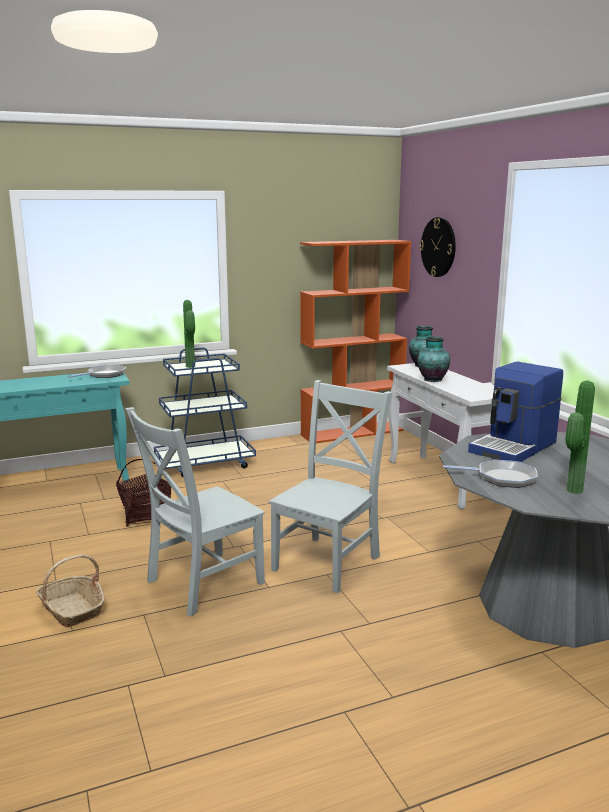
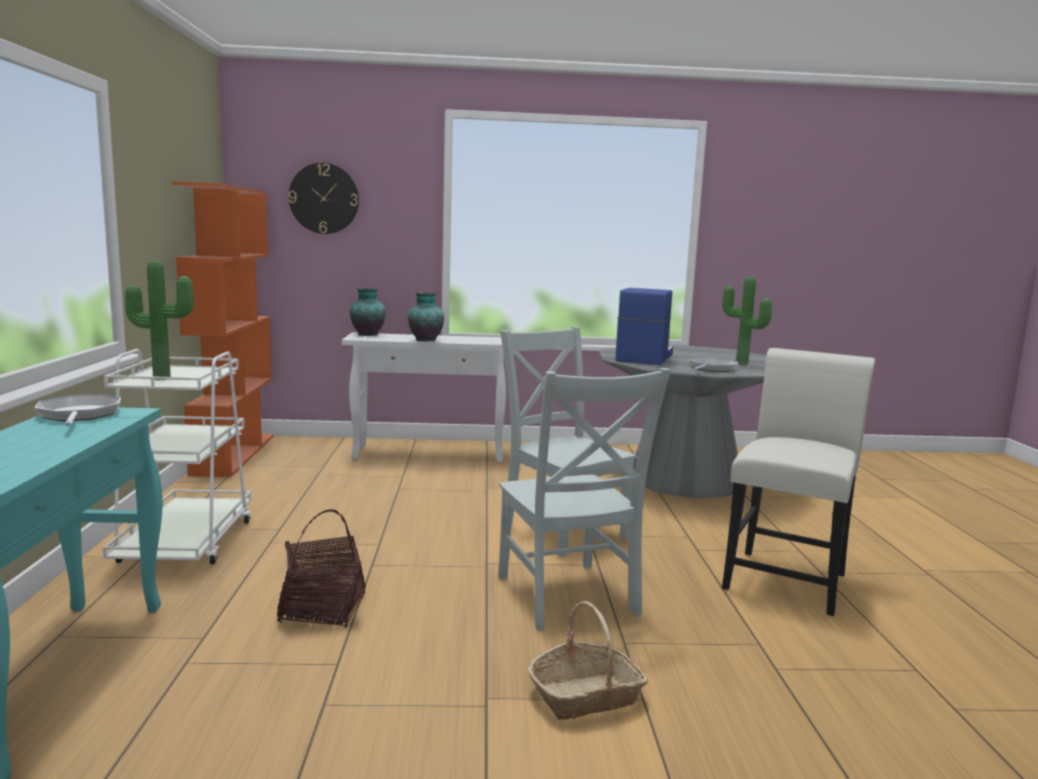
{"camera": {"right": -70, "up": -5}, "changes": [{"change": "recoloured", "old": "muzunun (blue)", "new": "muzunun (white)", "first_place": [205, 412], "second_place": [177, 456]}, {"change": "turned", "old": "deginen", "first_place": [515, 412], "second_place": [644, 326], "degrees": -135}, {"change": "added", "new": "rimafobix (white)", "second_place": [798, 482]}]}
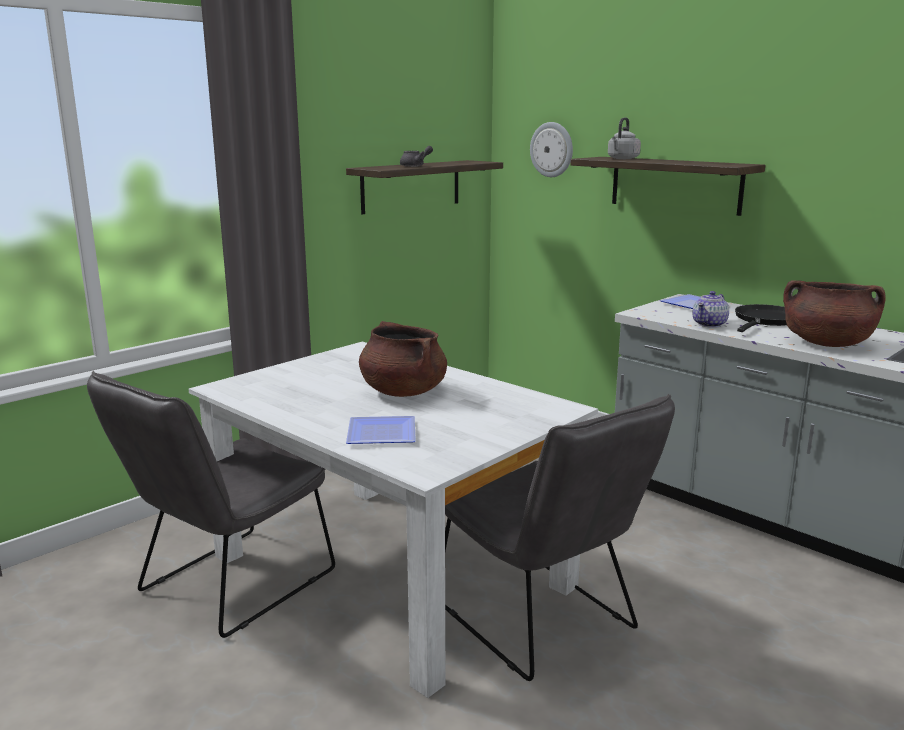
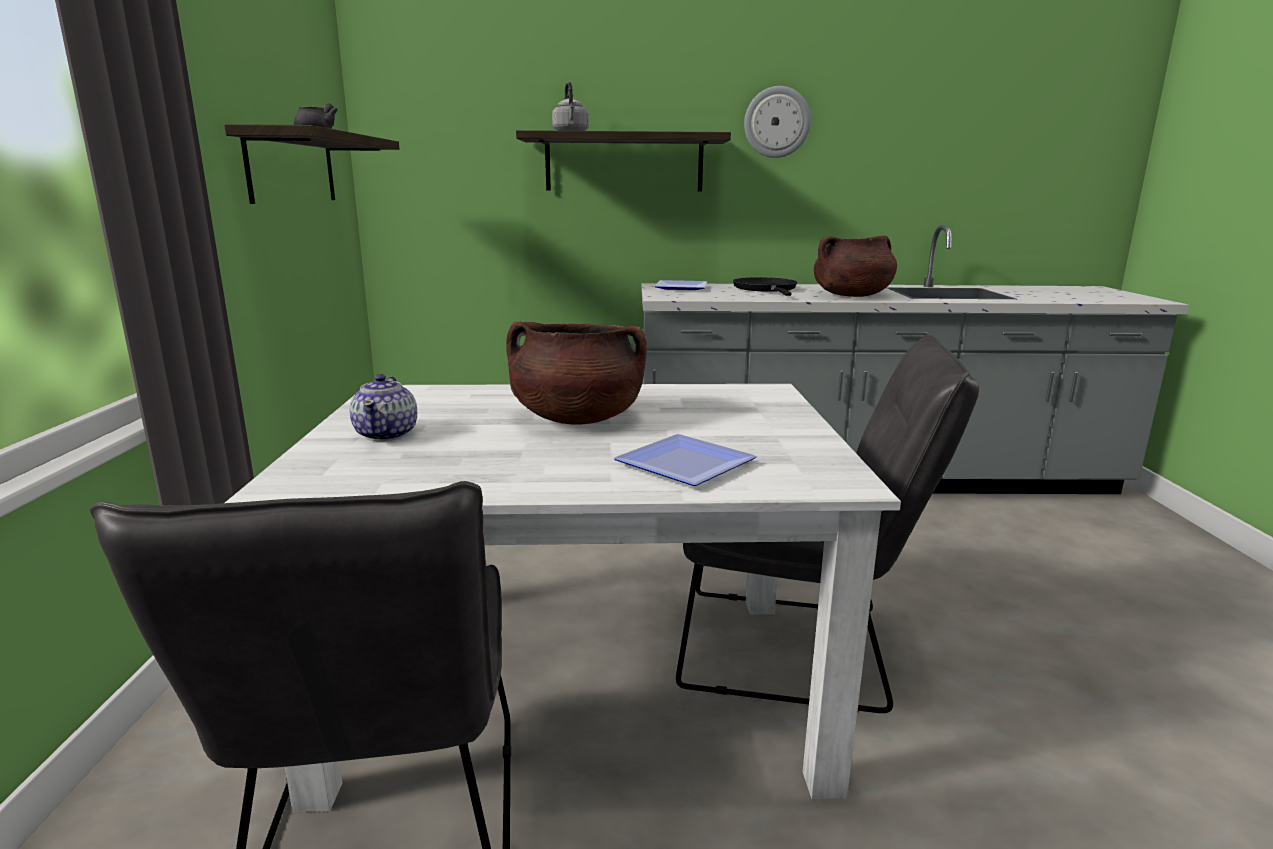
{"camera": {"right": -45, "up": 0}, "changes": [{"change": "moved", "old": "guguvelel", "first_place": [551, 149], "second_place": [777, 122]}, {"change": "moved", "old": "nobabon", "first_place": [710, 309], "second_place": [383, 407]}]}
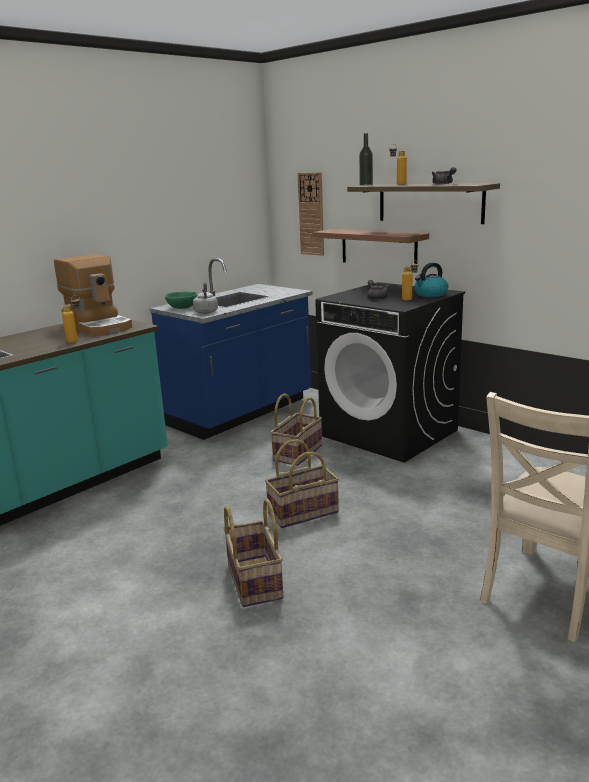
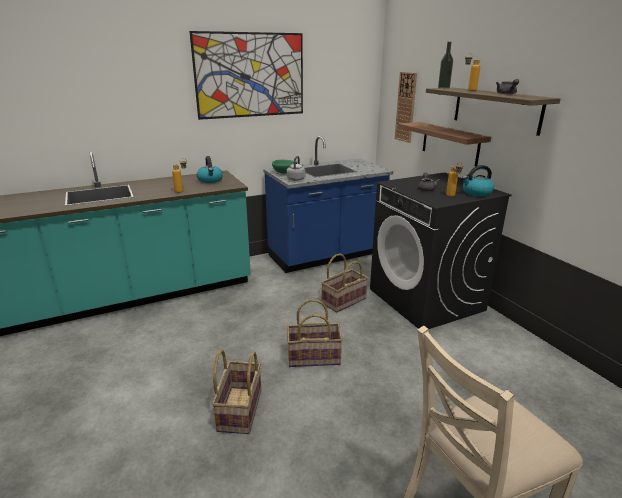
{"camera": {"right": 20, "up": 5}, "changes": [{"change": "replaced", "old": "deginen", "new": "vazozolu", "first_place": [93, 295], "second_place": [210, 169]}, {"change": "added", "new": "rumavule", "second_place": [246, 75]}]}
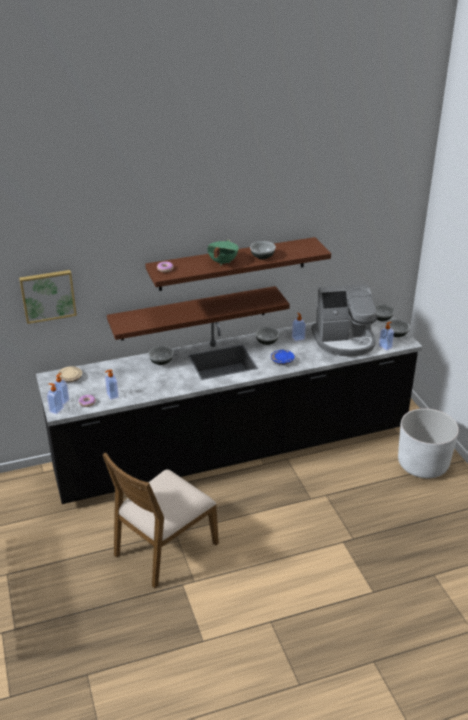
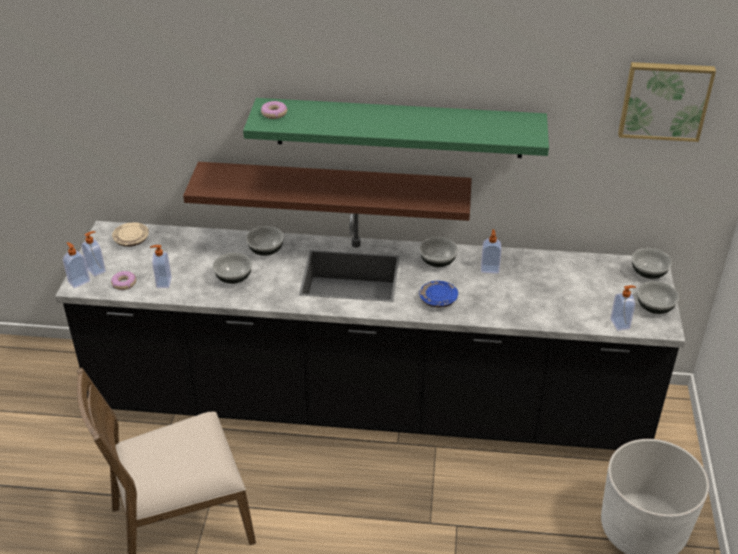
{"camera": {"right": 25, "up": 5}, "changes": [{"change": "recoloured", "old": "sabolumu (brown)", "new": "sabolumu (green)", "first_place": [238, 264], "second_place": [396, 128]}, {"change": "removed", "old": "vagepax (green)", "first_place": [223, 252]}, {"change": "moved", "old": "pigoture", "first_place": [263, 250], "second_place": [232, 268]}, {"change": "moved", "old": "rumavule", "first_place": [48, 297], "second_place": [667, 102]}, {"change": "removed", "old": "deginen", "first_place": [344, 320]}]}
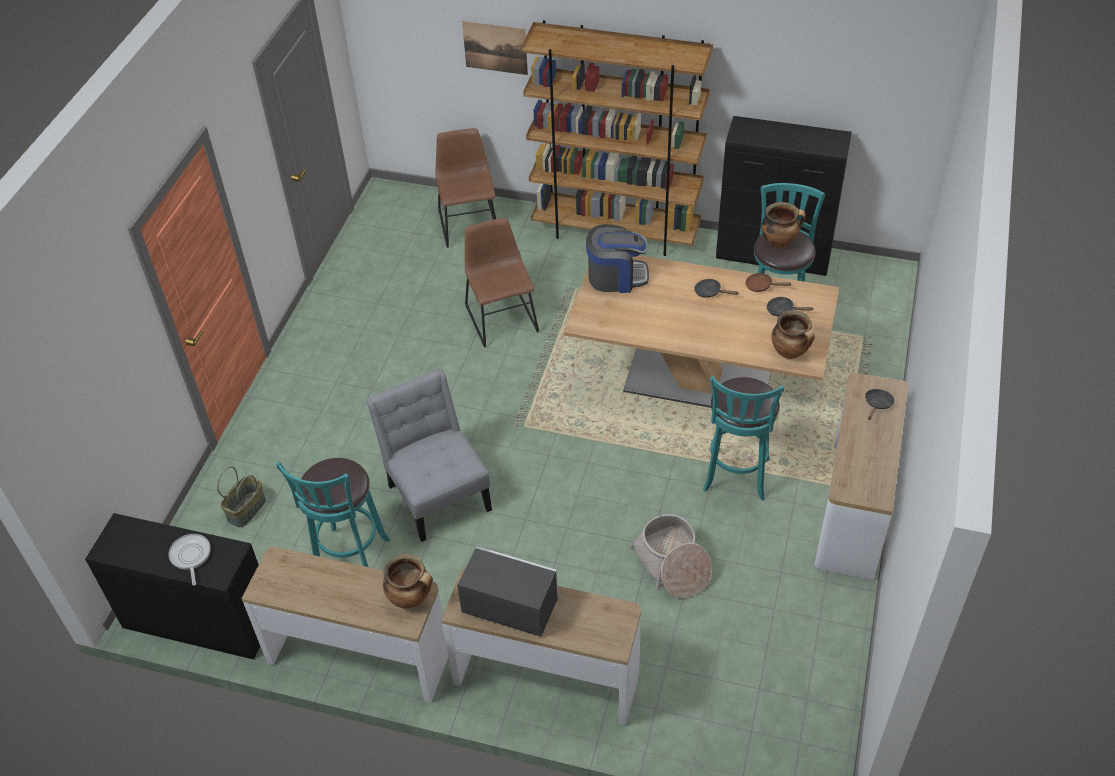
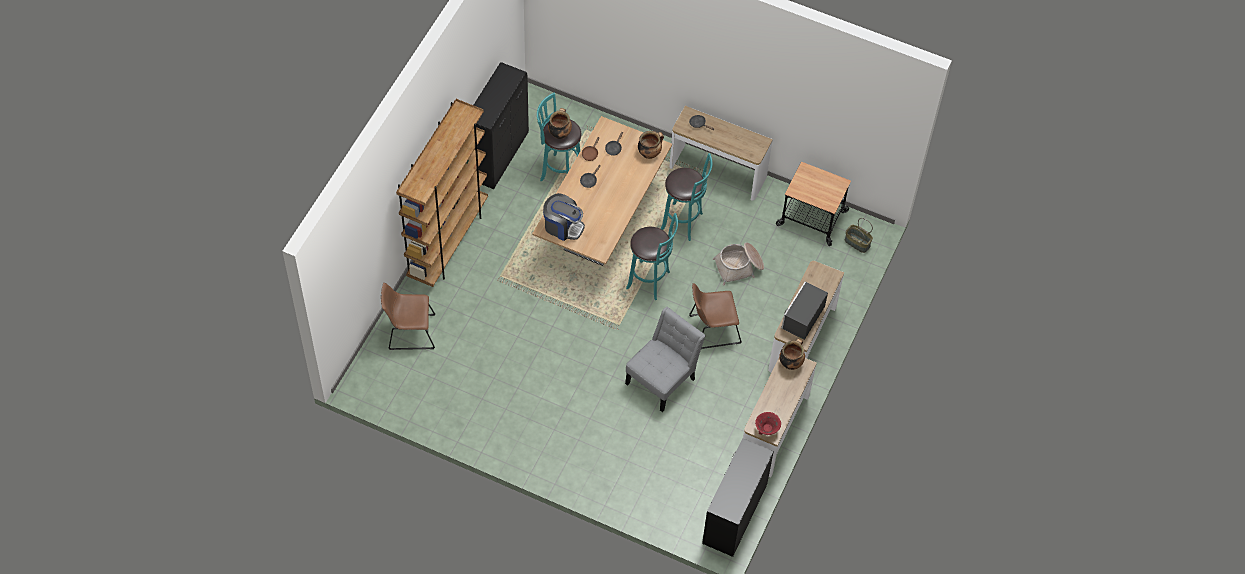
{"camera": {"right": -85, "up": 10}, "changes": [{"change": "removed", "old": "rumavule", "first_place": [495, 48]}, {"change": "moved", "old": "rimafobix (brown)", "first_place": [502, 282], "second_place": [715, 316]}, {"change": "turned", "old": "deginen", "first_place": [617, 258], "second_place": [564, 217], "degrees": 105}, {"change": "turned", "old": "rimafobix (grey)", "first_place": [429, 455], "second_place": [665, 359], "degrees": 150}, {"change": "moved", "old": "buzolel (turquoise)", "first_place": [333, 512], "second_place": [652, 256]}, {"change": "moved", "old": "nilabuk", "first_place": [241, 496], "second_place": [859, 235]}, {"change": "removed", "old": "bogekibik", "first_place": [189, 560]}, {"change": "added", "new": "muzunun", "second_place": [813, 204]}, {"change": "added", "new": "pigoture (red)", "second_place": [768, 423]}]}
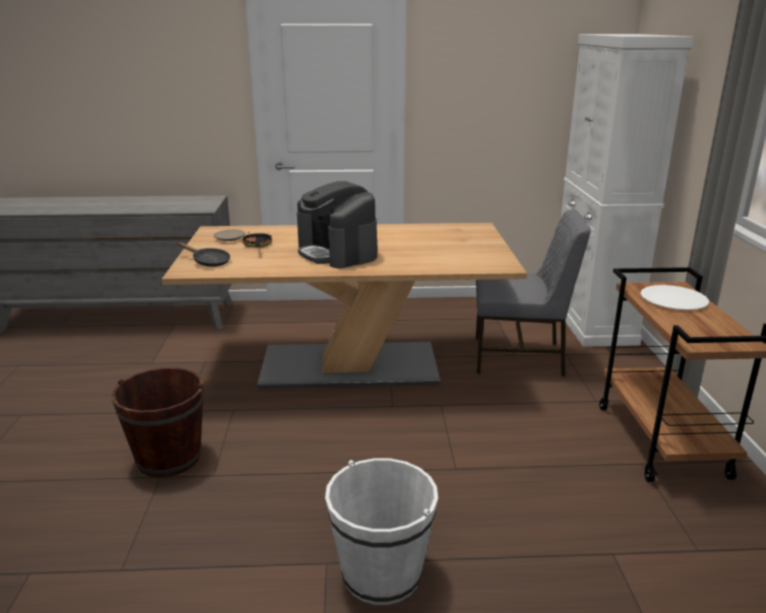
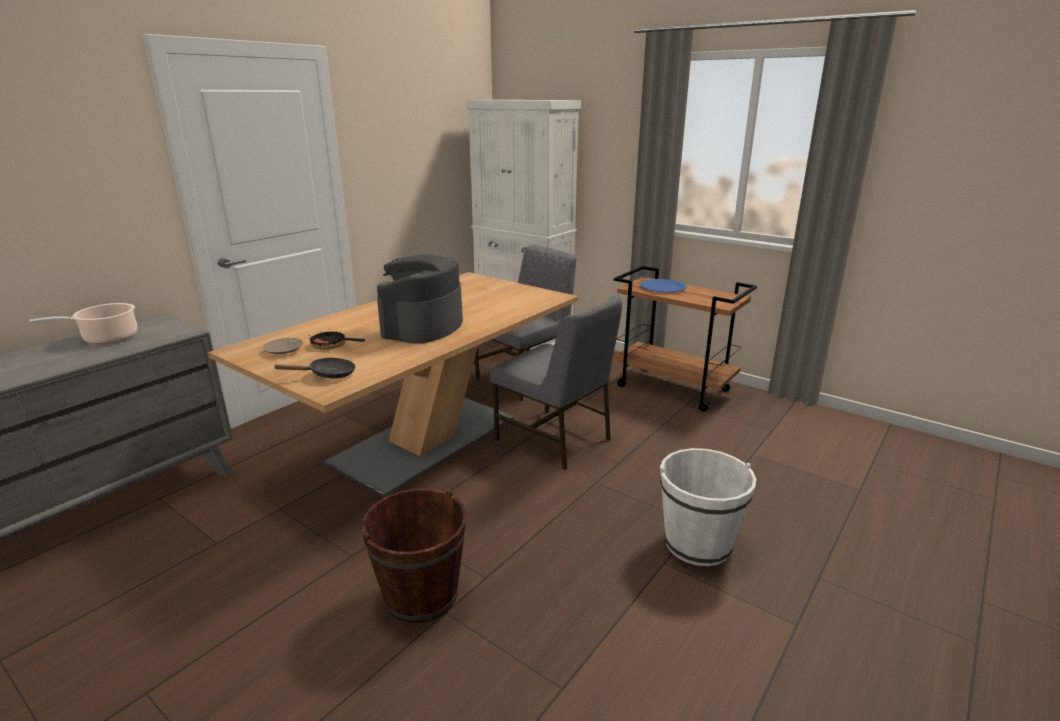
{"camera": {"right": -50, "up": 0}, "changes": [{"change": "turned", "old": "deginen", "first_place": [337, 224], "second_place": [420, 299], "degrees": 105}, {"change": "recoloured", "old": "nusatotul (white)", "new": "nusatotul (blue)", "first_place": [675, 297], "second_place": [663, 285]}, {"change": "added", "new": "rimafobix (grey)", "second_place": [556, 382]}, {"change": "added", "new": "vagepax", "second_place": [83, 323]}]}
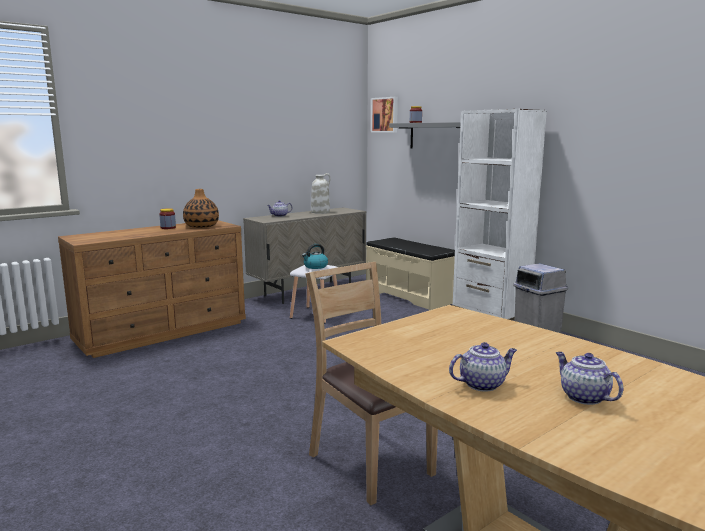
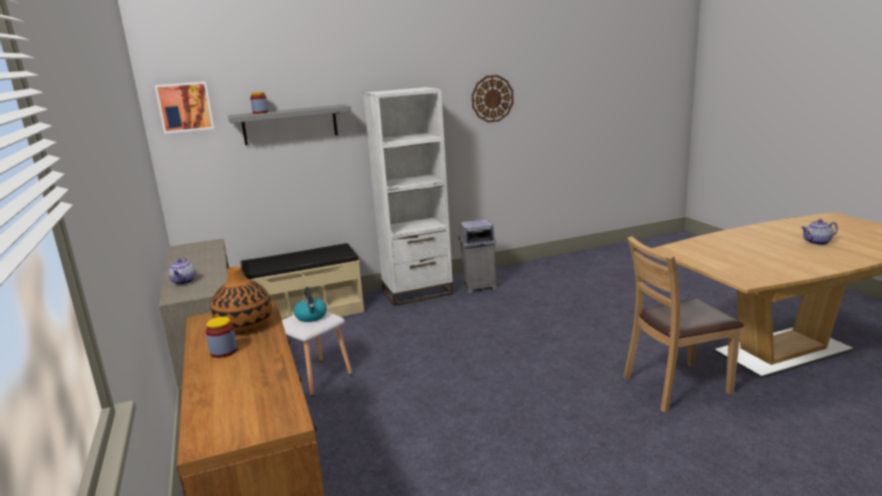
{"camera": {"right": -70, "up": 5}, "changes": [{"change": "removed", "old": "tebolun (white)", "first_place": [321, 193]}, {"change": "removed", "old": "nobabon", "first_place": [483, 367]}, {"change": "added", "new": "guguvelel", "second_place": [493, 99]}]}
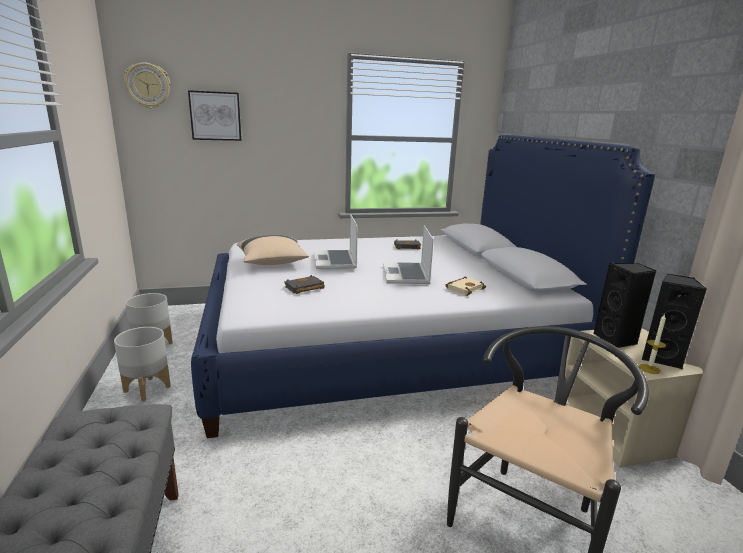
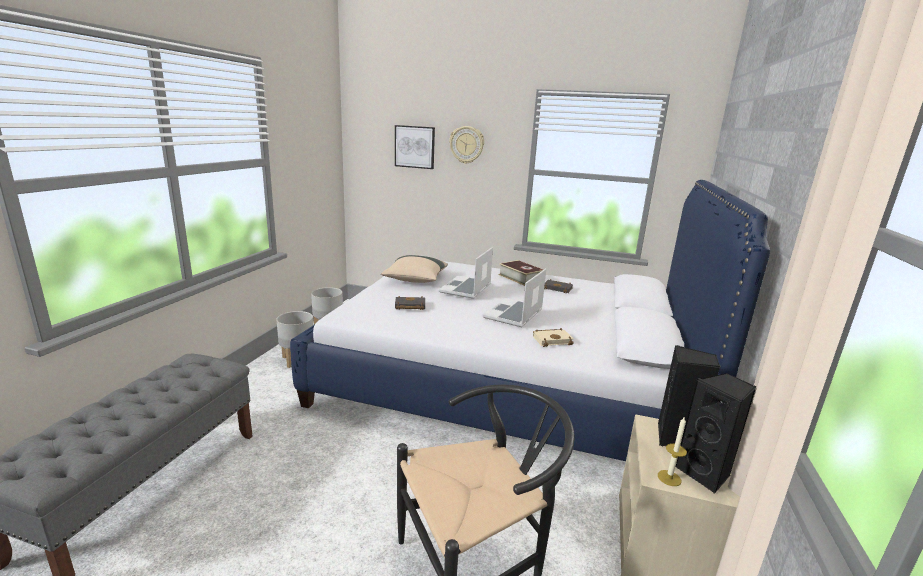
{"camera": {"right": 30, "up": 0}, "changes": [{"change": "moved", "old": "guguvelel", "first_place": [147, 85], "second_place": [466, 145]}, {"change": "added", "new": "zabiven", "second_place": [520, 273]}]}
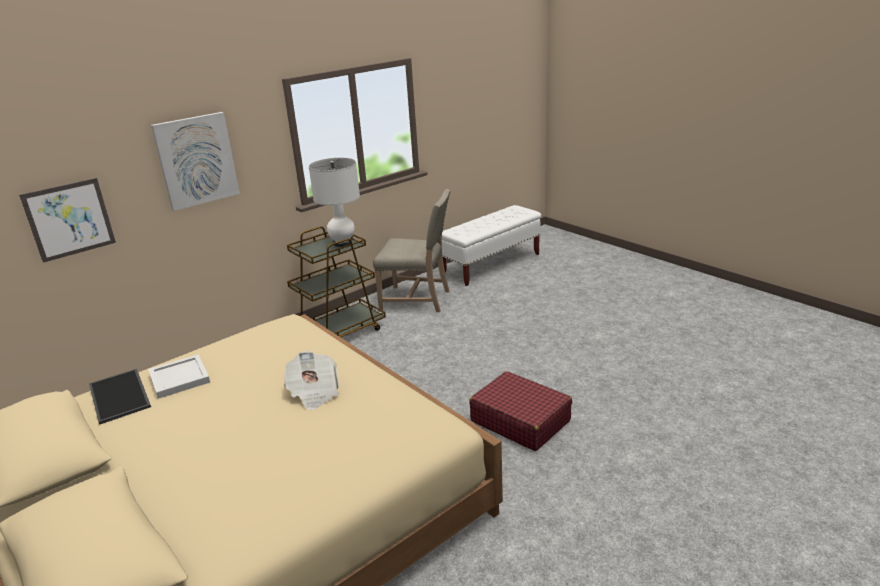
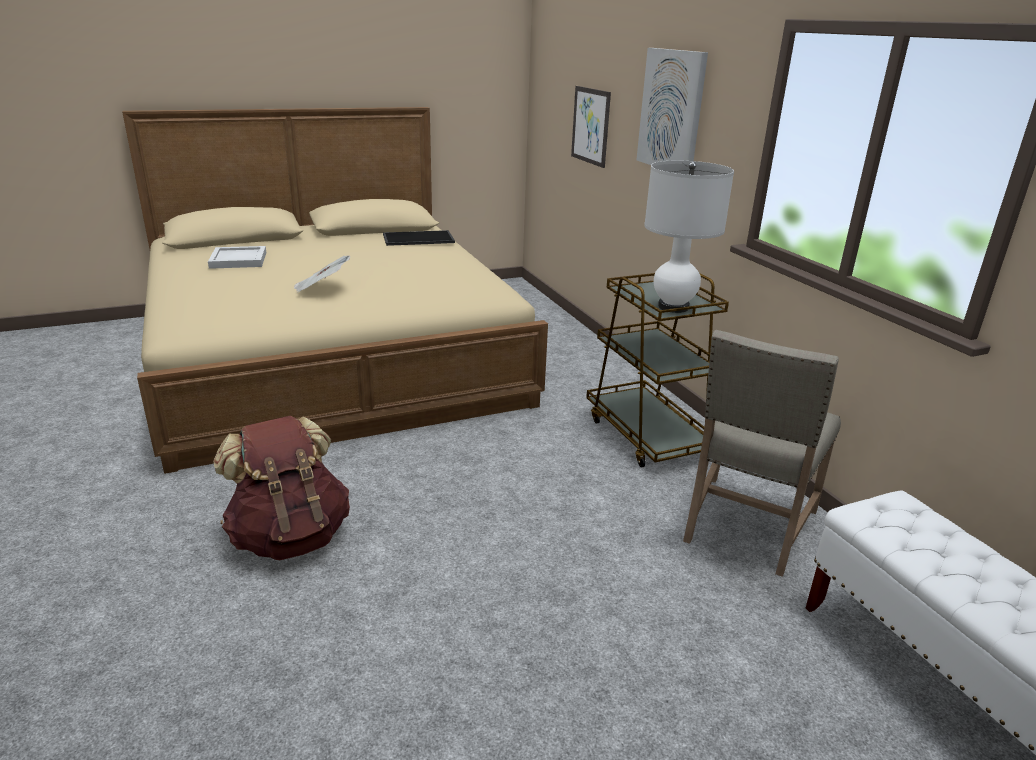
{"camera": {"right": 105, "up": 0}, "changes": [{"change": "moved", "old": "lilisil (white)", "first_place": [179, 376], "second_place": [237, 257]}, {"change": "replaced", "old": "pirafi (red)", "new": "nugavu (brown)", "first_place": [520, 411], "second_place": [282, 488]}]}
